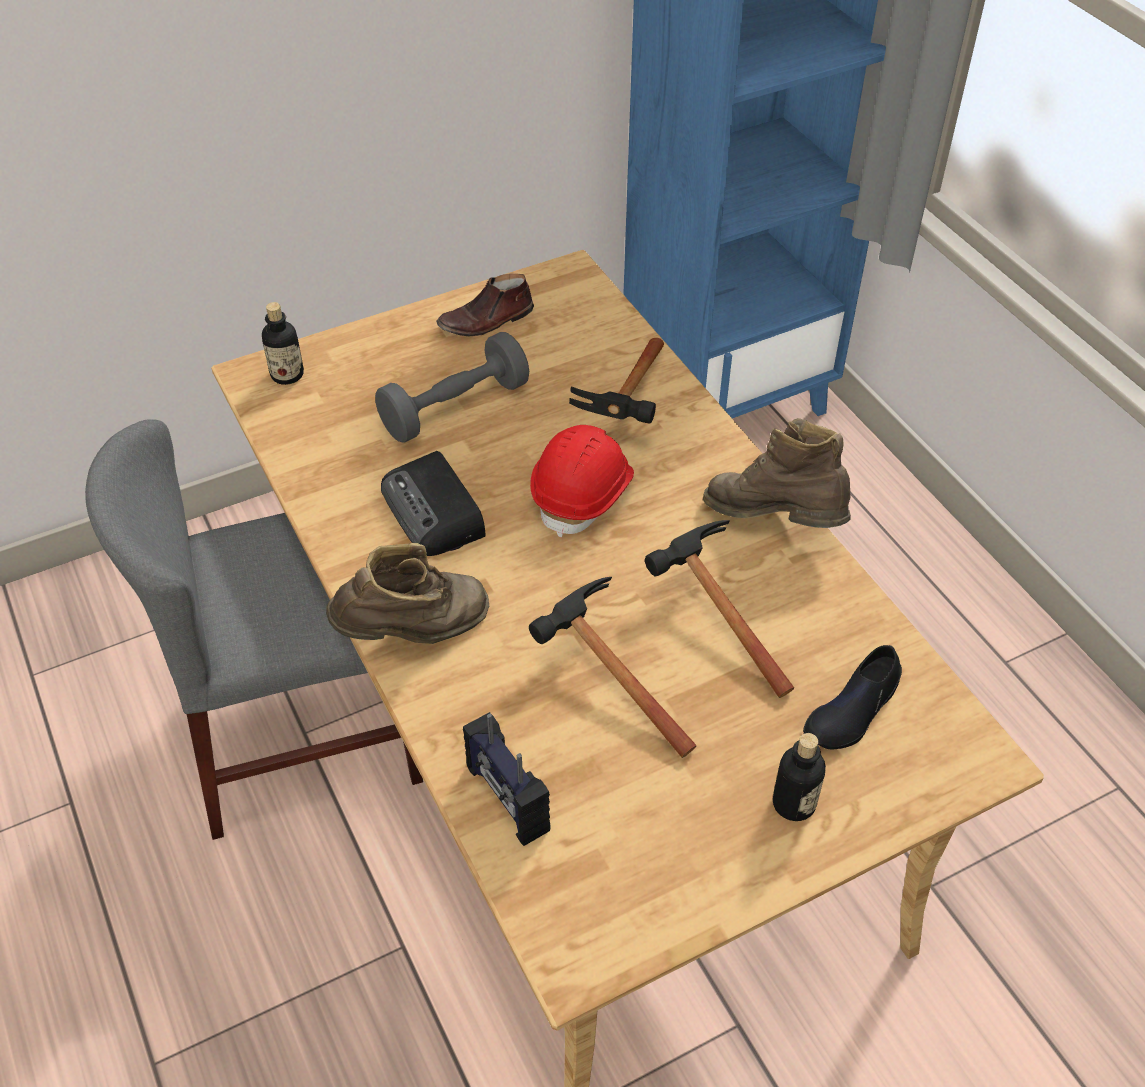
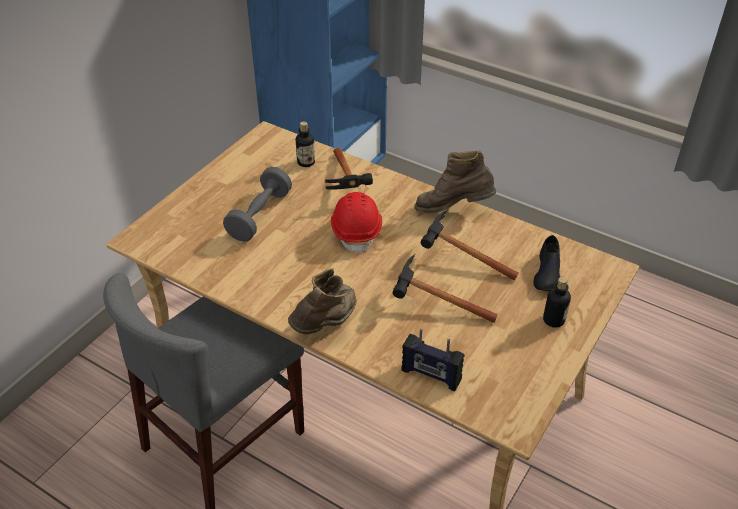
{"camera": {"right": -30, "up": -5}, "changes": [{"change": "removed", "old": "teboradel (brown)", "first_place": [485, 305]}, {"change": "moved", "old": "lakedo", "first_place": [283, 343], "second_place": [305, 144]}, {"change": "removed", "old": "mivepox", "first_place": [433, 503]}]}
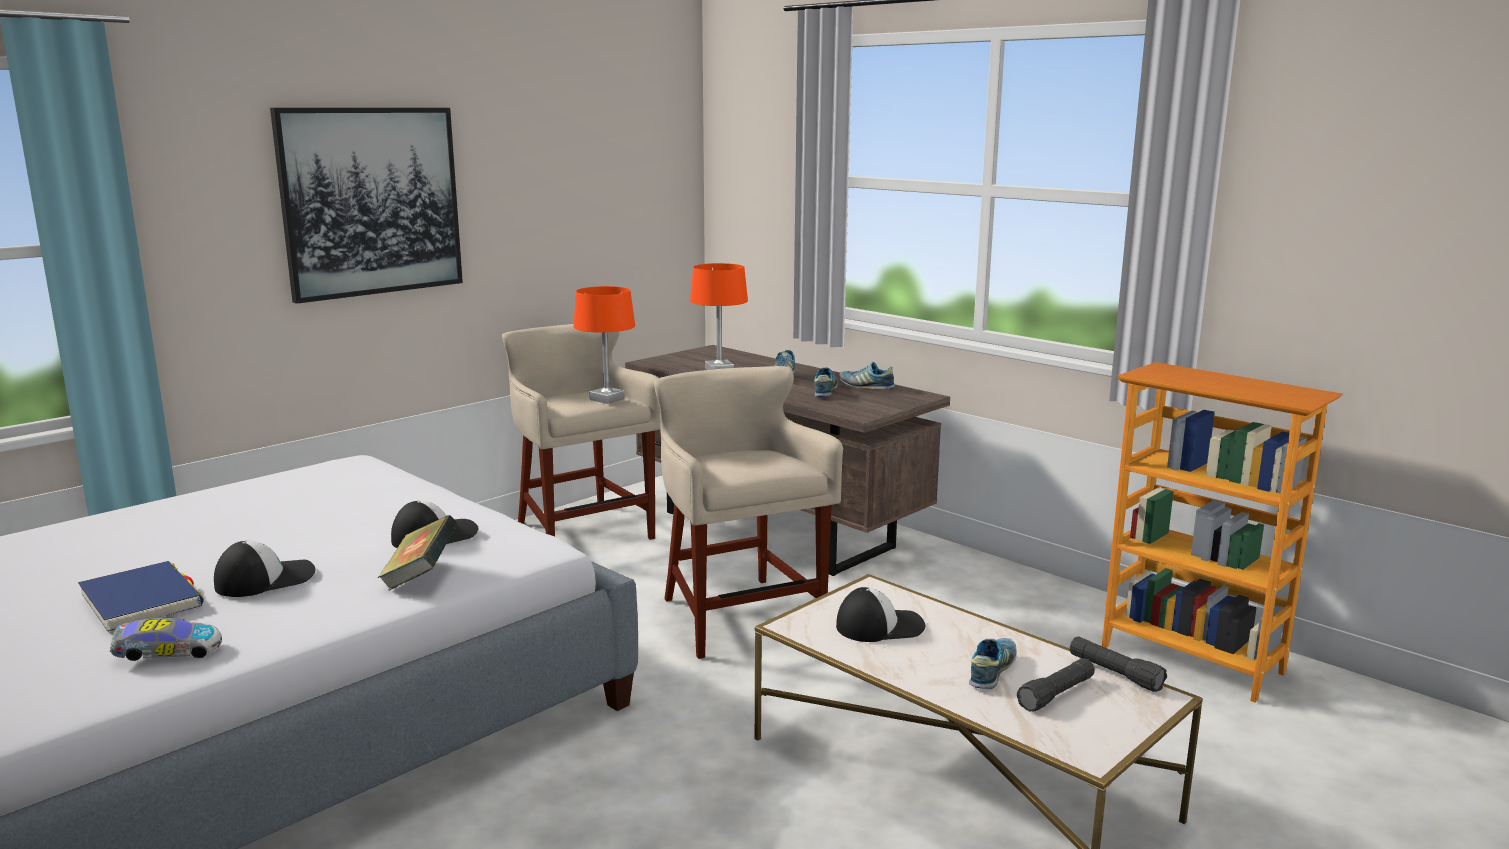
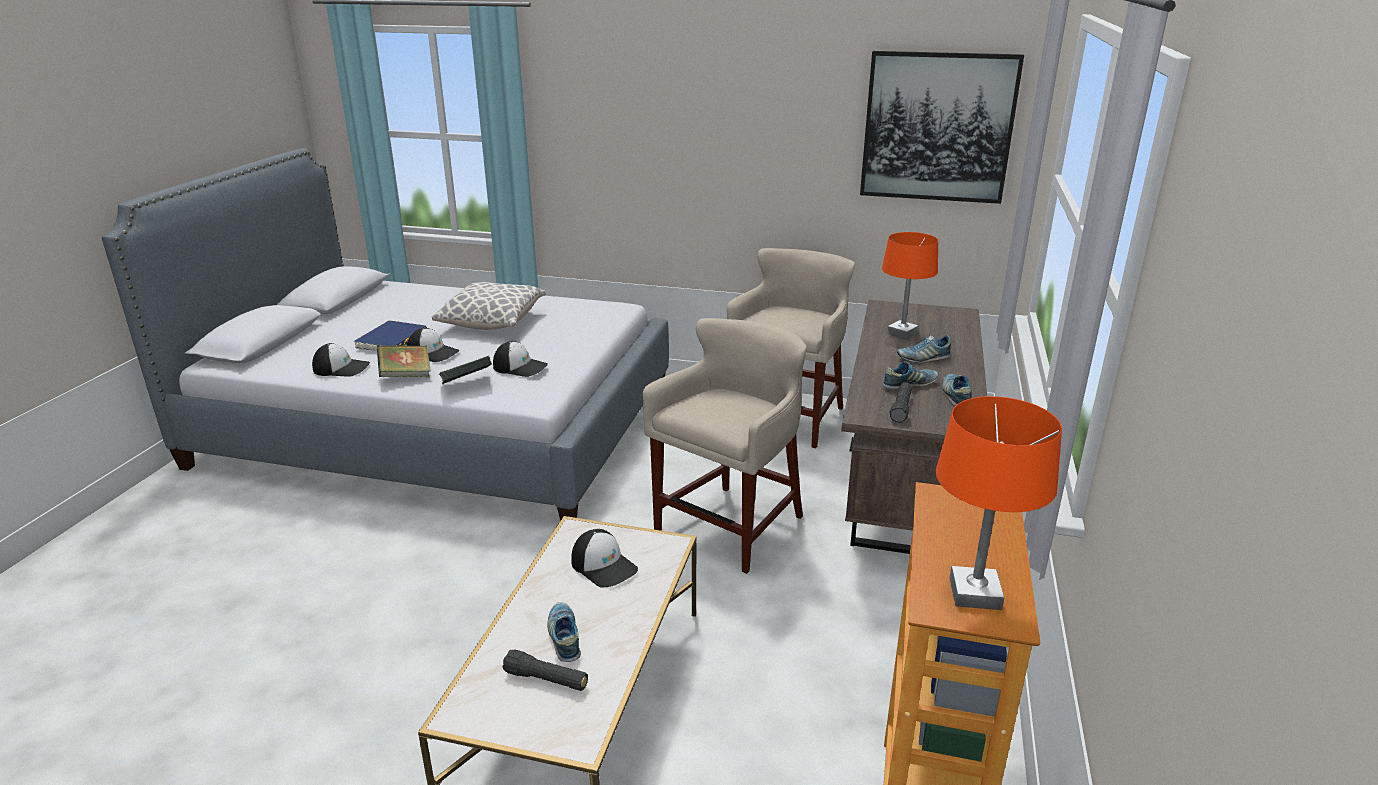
{"camera": {"right": 60, "up": 10}, "changes": [{"change": "moved", "old": "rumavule", "first_place": [366, 206], "second_place": [942, 127]}, {"change": "moved", "old": "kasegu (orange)", "first_place": [604, 345], "second_place": [999, 503]}, {"change": "replaced", "old": "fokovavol", "new": "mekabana", "first_place": [166, 639], "second_place": [341, 360]}, {"change": "moved", "old": "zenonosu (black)", "first_place": [1118, 664], "second_place": [900, 402]}, {"change": "turned", "old": "teboradel", "first_place": [993, 663], "second_place": [564, 632], "degrees": -105}, {"change": "added", "new": "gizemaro", "second_place": [489, 306]}, {"change": "added", "new": "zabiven", "second_place": [404, 361]}]}
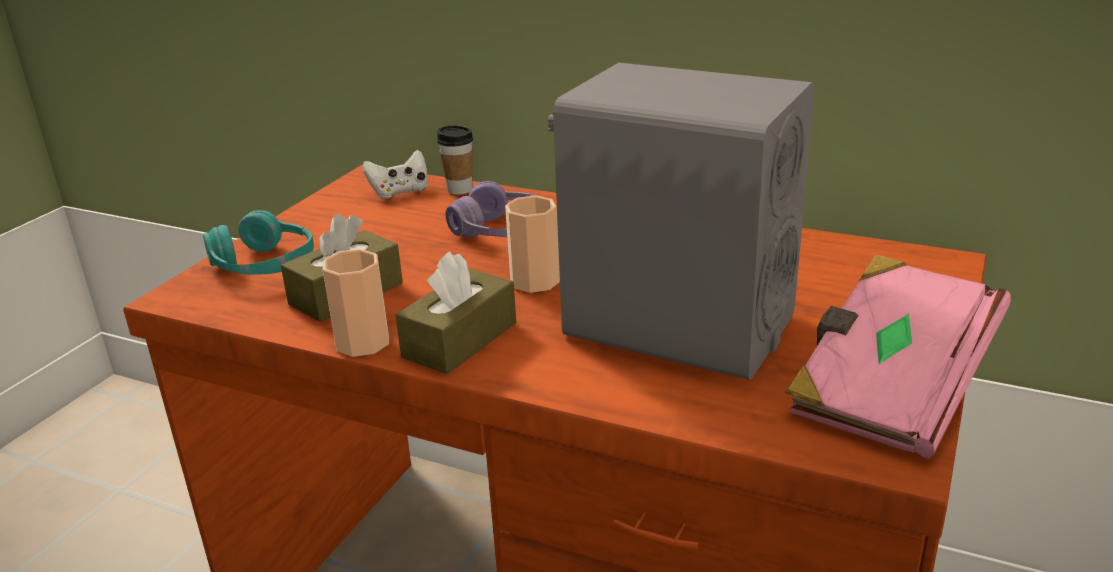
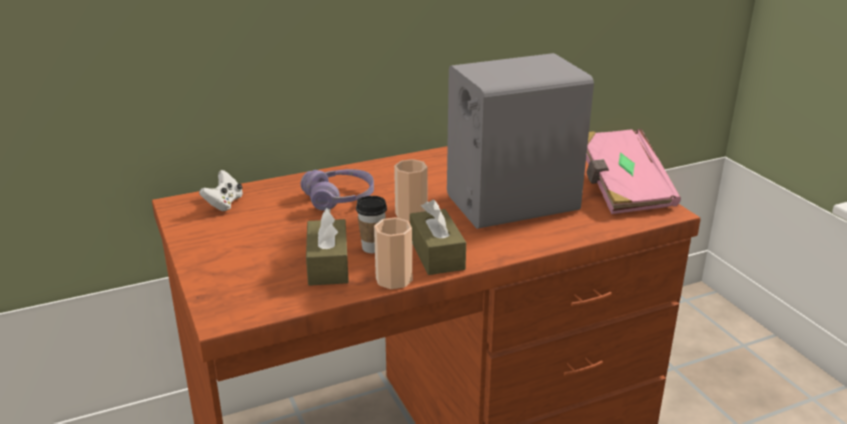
{"camera": {"right": -50, "up": 0}, "changes": [{"change": "moved", "old": "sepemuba", "first_place": [455, 160], "second_place": [371, 224]}, {"change": "removed", "old": "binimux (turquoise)", "first_place": [258, 242]}]}
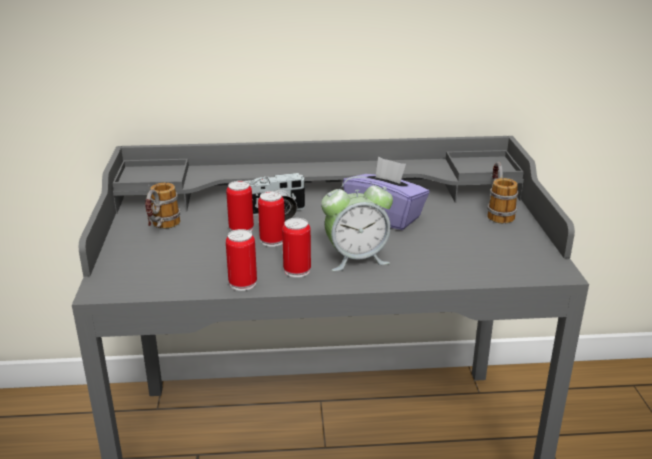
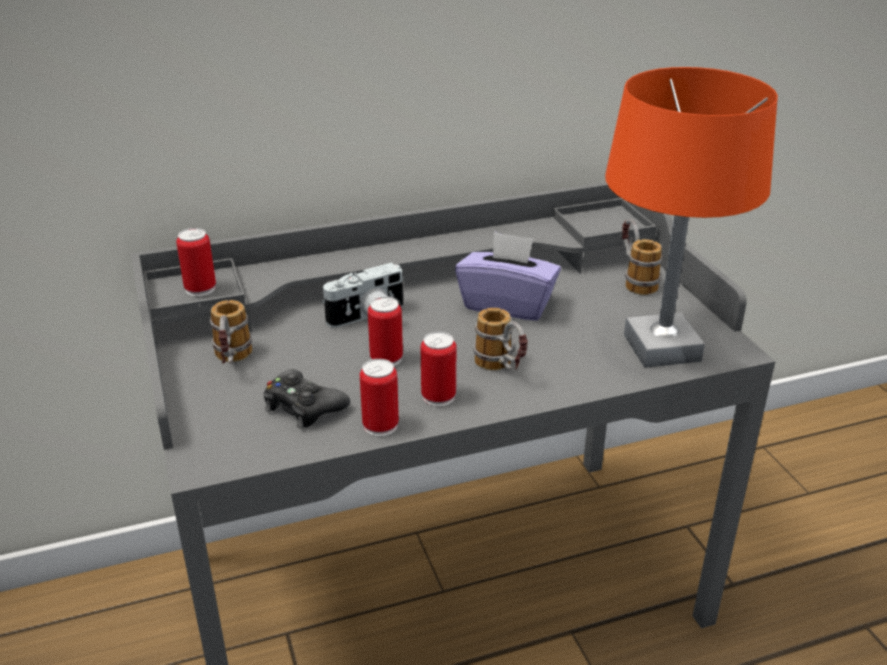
{"camera": {"right": -15, "up": 5}, "changes": [{"change": "replaced", "old": "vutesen", "new": "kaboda", "first_place": [357, 223], "second_place": [500, 339]}, {"change": "moved", "old": "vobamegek", "first_place": [240, 206], "second_place": [196, 262]}, {"change": "added", "new": "kasegu (orange)", "second_place": [691, 217]}, {"change": "added", "new": "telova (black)", "second_place": [307, 398]}]}
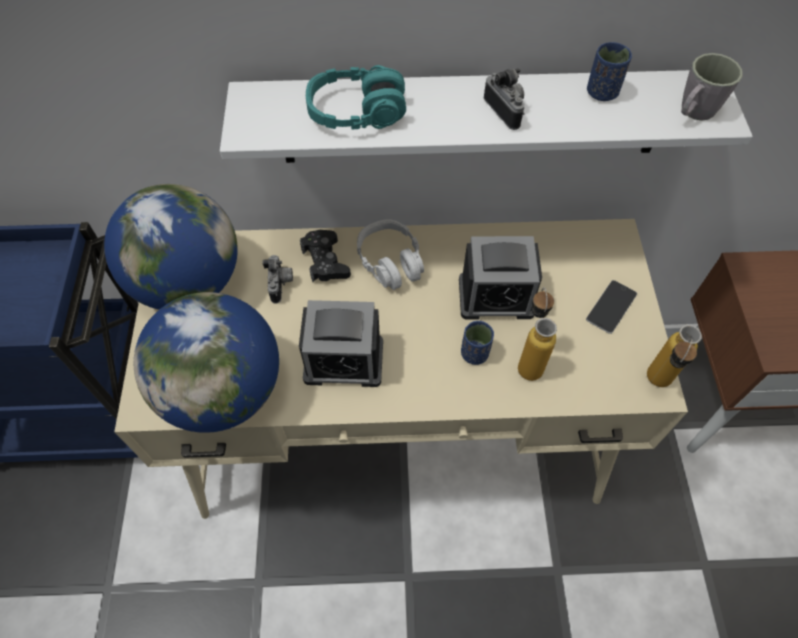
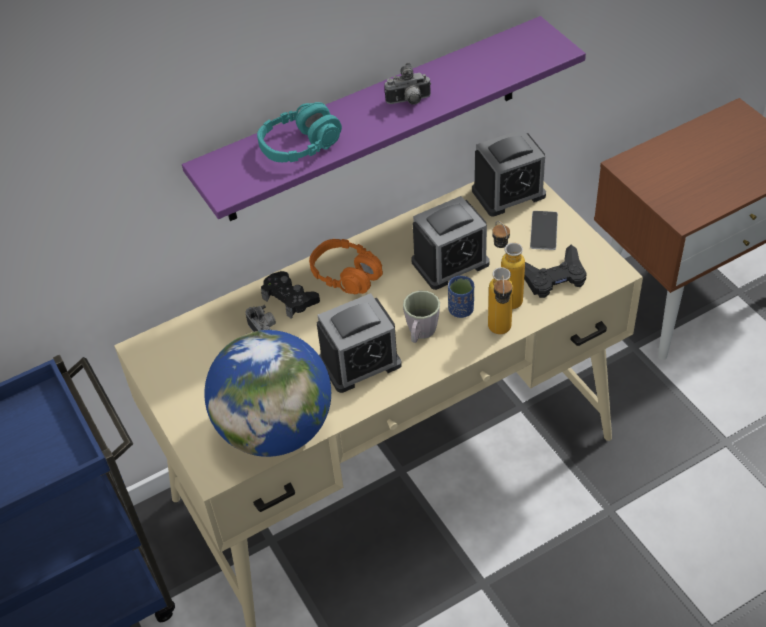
{"camera": {"right": -25, "up": -10}, "changes": [{"change": "removed", "old": "sepemuba (blue)", "first_place": [609, 71]}, {"change": "moved", "old": "kaboda (grey)", "first_place": [712, 87], "second_place": [421, 316]}, {"change": "turned", "old": "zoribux", "first_place": [504, 99], "second_place": [407, 83], "degrees": 135}, {"change": "recoloured", "old": "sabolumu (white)", "new": "sabolumu (purple)", "first_place": [486, 116], "second_place": [384, 118]}, {"change": "removed", "old": "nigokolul", "first_place": [171, 246]}, {"change": "recoloured", "old": "binimux (grey)", "new": "binimux (orange)", "first_place": [390, 254], "second_place": [346, 266]}, {"change": "moved", "old": "lakedo", "first_place": [674, 356], "second_place": [500, 300]}, {"change": "added", "new": "vutesen", "second_place": [509, 172]}, {"change": "added", "new": "telova (black)", "second_place": [555, 271]}]}
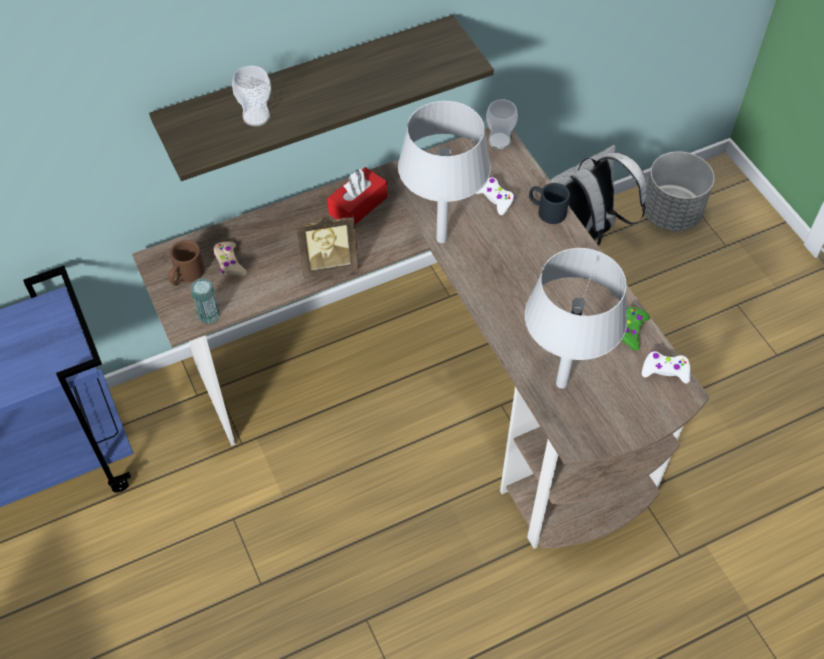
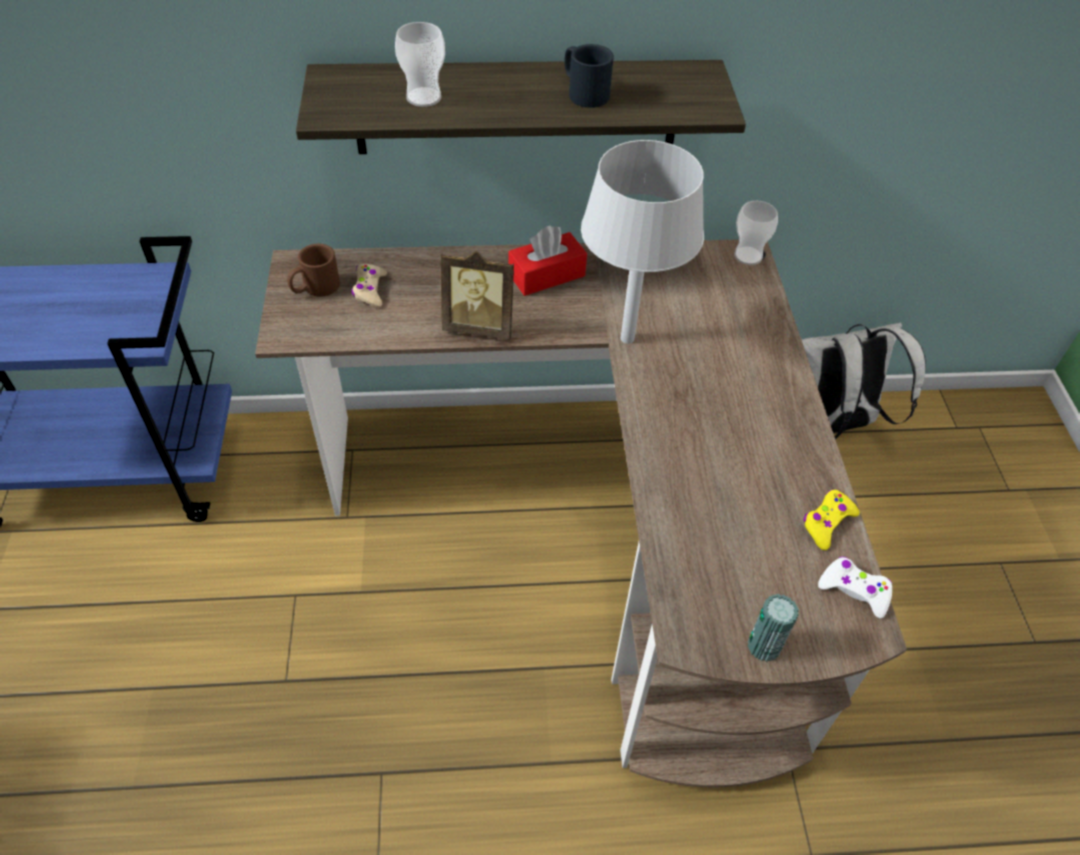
{"camera": {"right": 20, "up": -5}, "changes": [{"change": "removed", "old": "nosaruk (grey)", "first_place": [679, 191]}, {"change": "removed", "old": "telova (white)", "first_place": [495, 196]}, {"change": "moved", "old": "kaboda (black)", "first_place": [549, 203], "second_place": [589, 76]}, {"change": "removed", "old": "kasegu (grey)", "first_place": [576, 318]}, {"change": "moved", "old": "vobamegek", "first_place": [205, 301], "second_place": [773, 628]}, {"change": "recoloured", "old": "telova (green)", "new": "telova (yellow)", "first_place": [636, 328], "second_place": [832, 519]}]}
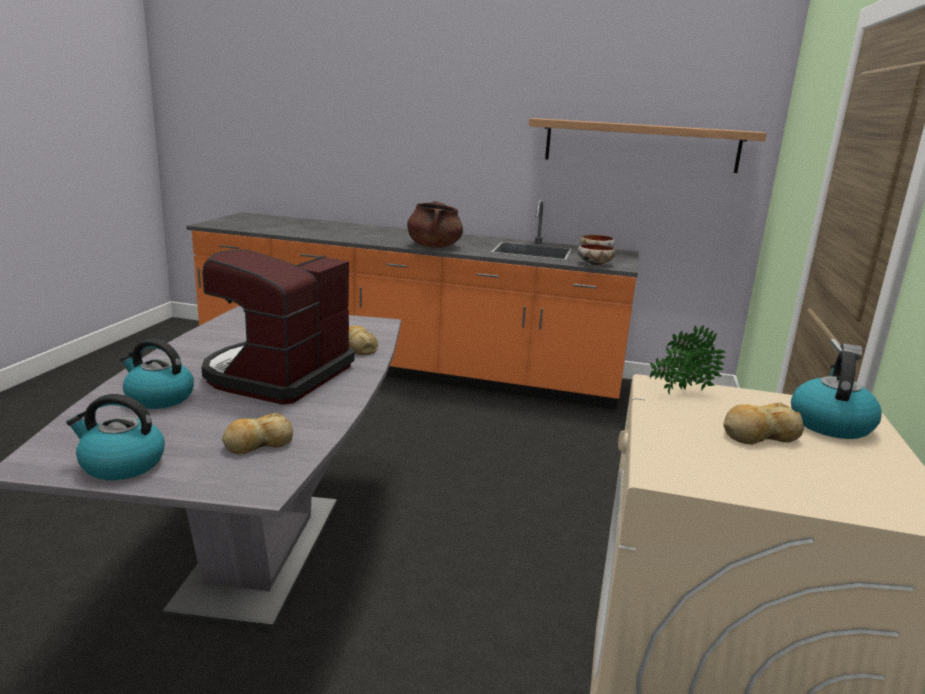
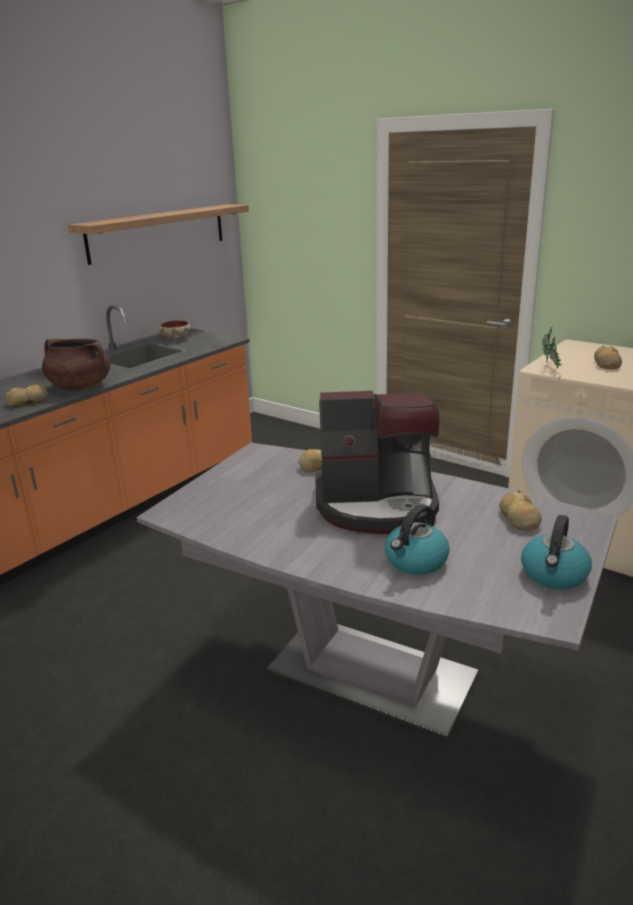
{"camera": {"right": -65, "up": 5}, "changes": [{"change": "removed", "old": "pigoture", "first_place": [596, 255]}, {"change": "turned", "old": "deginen", "first_place": [278, 327], "second_place": [377, 462], "degrees": -45}, {"change": "removed", "old": "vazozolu", "first_place": [836, 395]}, {"change": "added", "new": "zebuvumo", "second_place": [27, 396]}]}
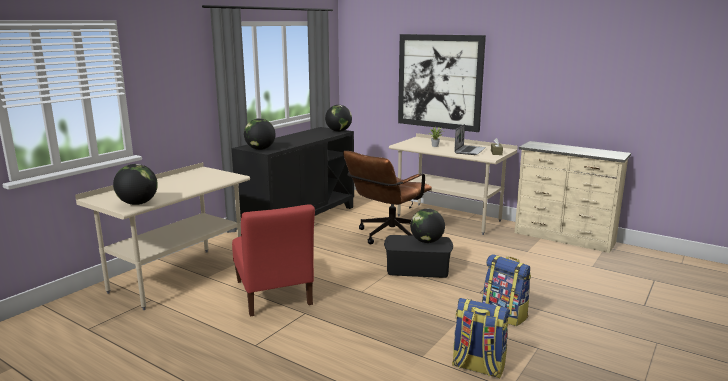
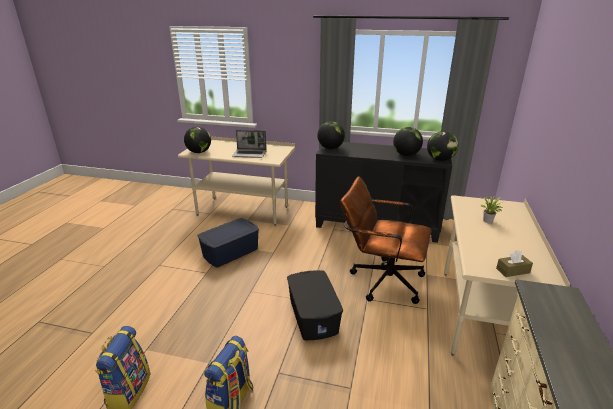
{"camera": {"right": 70, "up": 10}, "changes": [{"change": "removed", "old": "rumavule", "first_place": [442, 83]}, {"change": "moved", "old": "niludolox", "first_place": [470, 139], "second_place": [249, 144]}, {"change": "replaced", "old": "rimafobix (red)", "new": "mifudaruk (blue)", "first_place": [273, 260], "second_place": [228, 242]}, {"change": "moved", "old": "nigokolul", "first_place": [427, 226], "second_place": [408, 141]}]}
